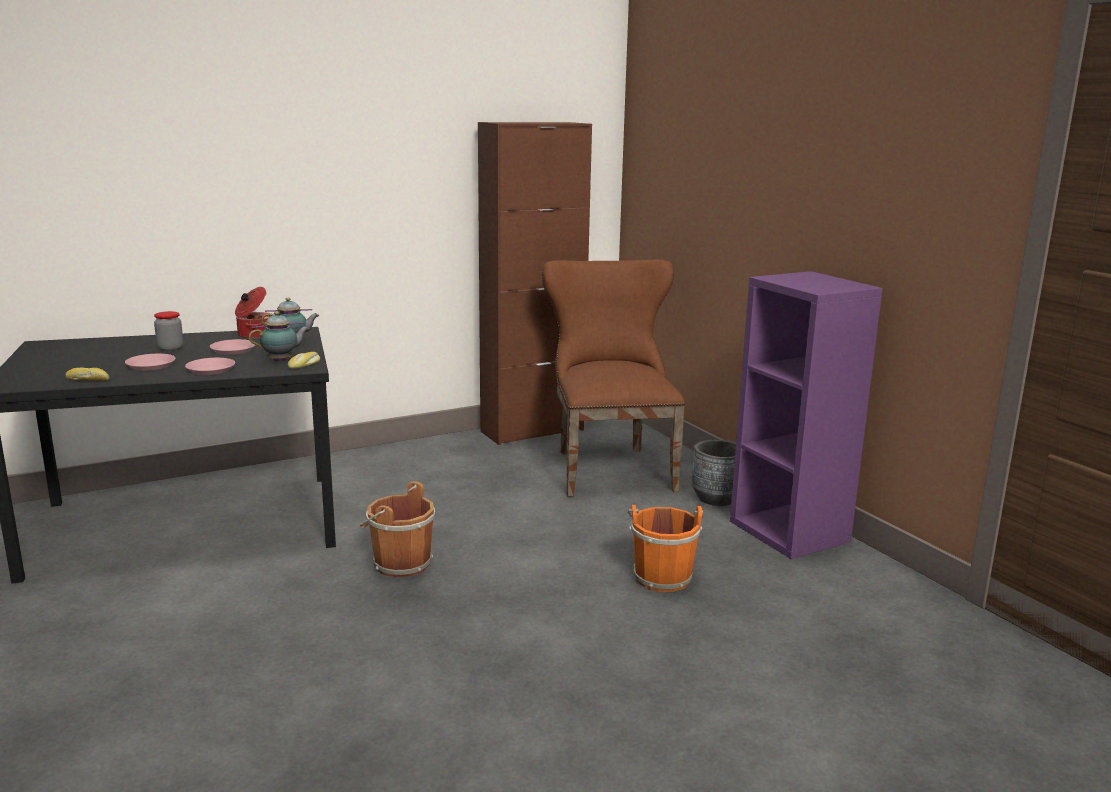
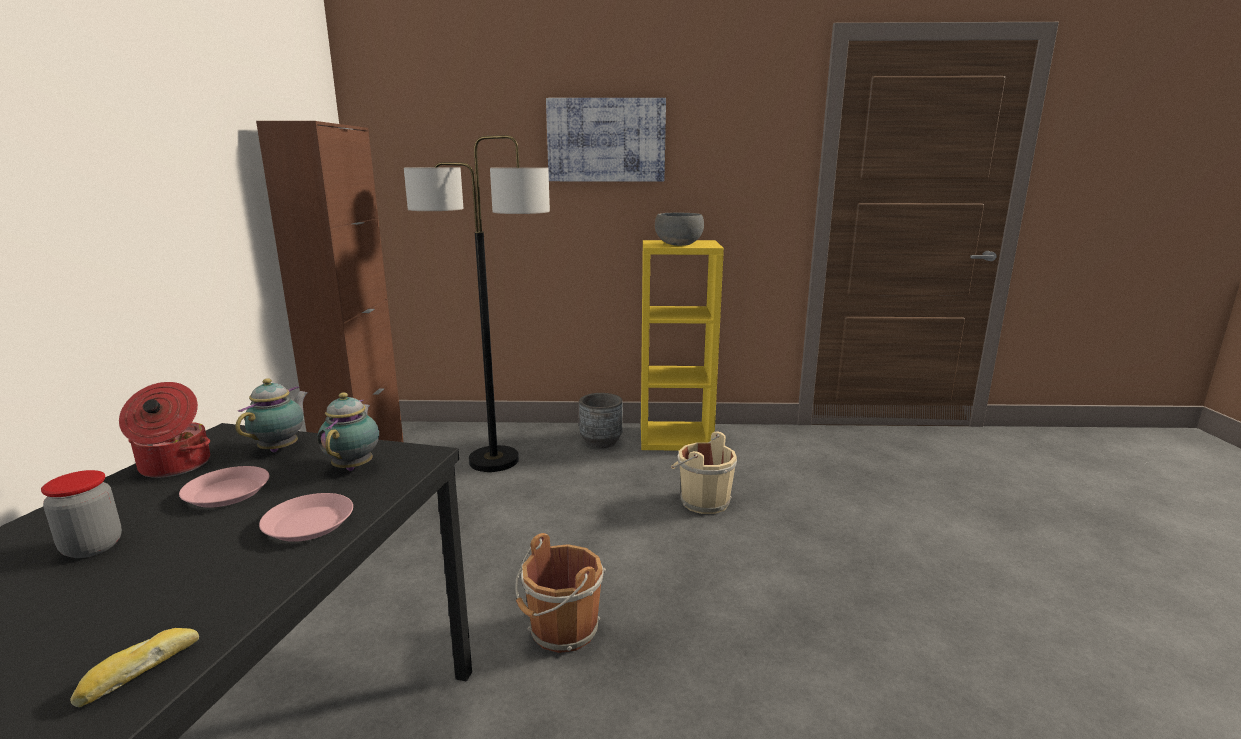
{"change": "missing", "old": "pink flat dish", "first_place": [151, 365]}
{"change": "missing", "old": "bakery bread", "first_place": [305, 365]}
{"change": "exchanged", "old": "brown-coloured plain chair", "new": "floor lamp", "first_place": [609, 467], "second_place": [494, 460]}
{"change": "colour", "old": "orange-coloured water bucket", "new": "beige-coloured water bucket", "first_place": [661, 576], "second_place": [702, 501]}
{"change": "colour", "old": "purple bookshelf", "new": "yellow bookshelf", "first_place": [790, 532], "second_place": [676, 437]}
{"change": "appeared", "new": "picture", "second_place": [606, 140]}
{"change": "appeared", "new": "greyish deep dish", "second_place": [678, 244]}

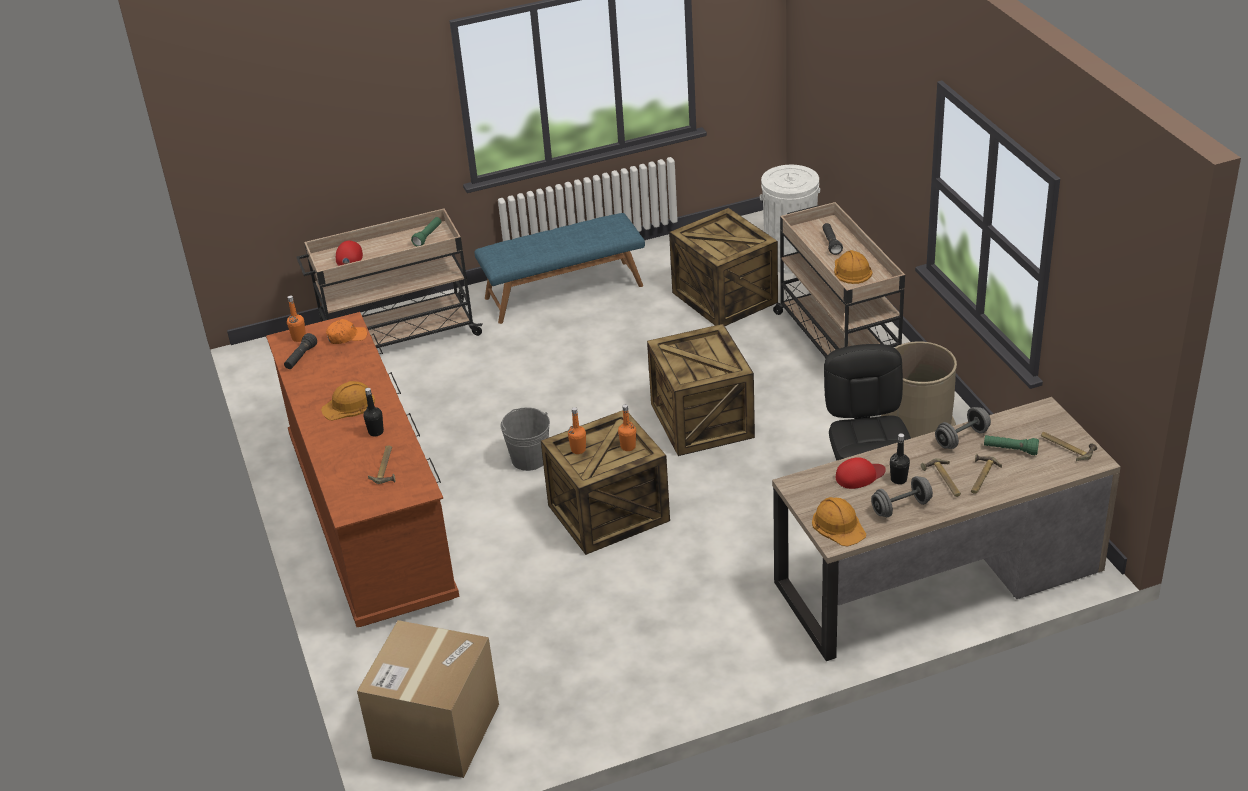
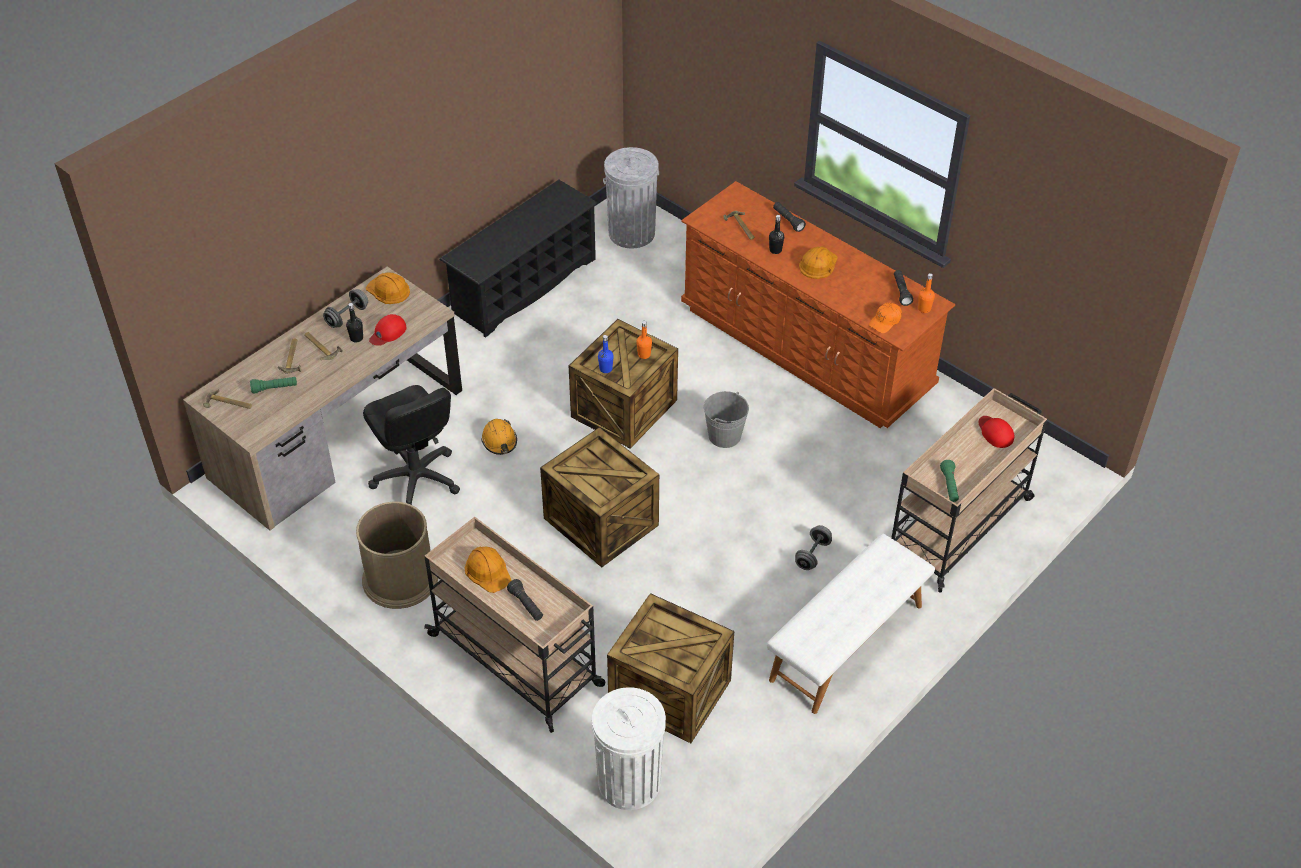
{"change": "exchanged", "old": "packing box", "new": "greyish trash can", "first_place": [436, 731], "second_place": [631, 233]}
{"change": "colour", "old": "blue-coloured indoor bench", "new": "whitish indoor bench", "first_place": [563, 291], "second_place": [847, 643]}
{"change": "colour", "old": "orange-coloured drink bottle", "new": "blue-coloured drink bottle", "first_place": [628, 447], "second_place": [606, 369]}
{"change": "relocated", "old": "greyish hand weight", "first_place": [962, 438], "second_place": [812, 555]}
{"change": "appeared", "new": "black-coloured shoe stand", "second_place": [524, 285]}
{"change": "appeared", "new": "orange-coloured work helmet", "second_place": [499, 441]}
{"change": "appeared", "new": "black-coloured torch", "second_place": [788, 221]}

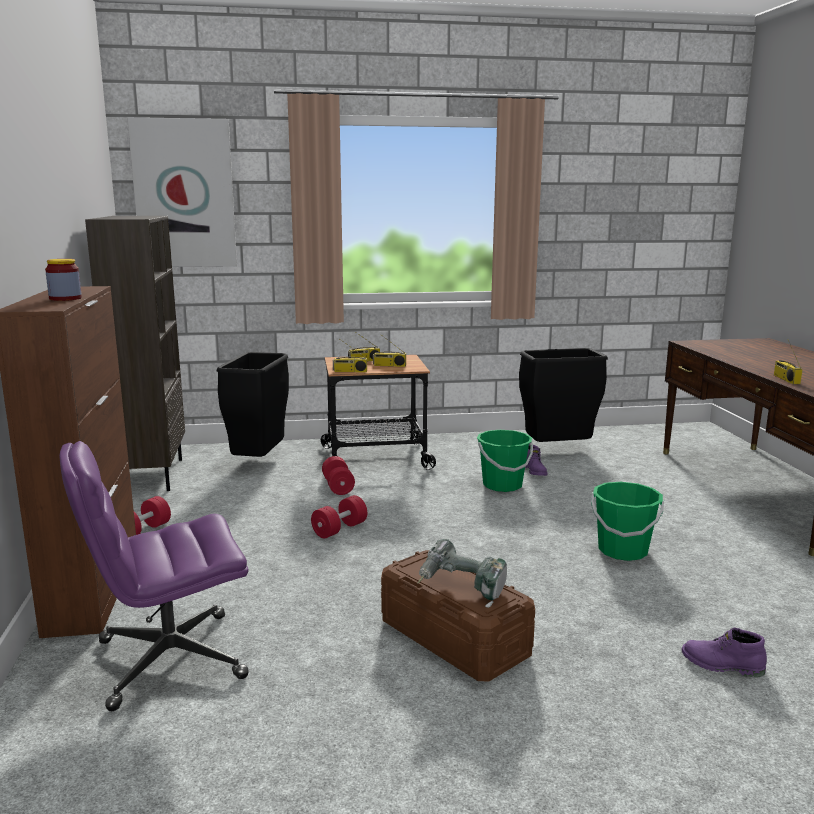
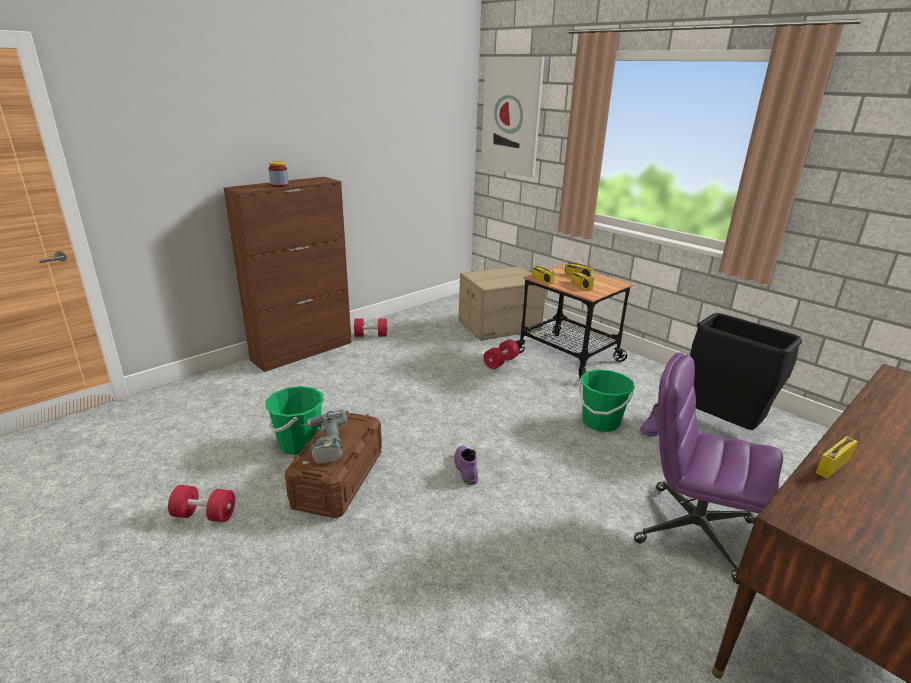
{"change": "relocated", "old": "purple office chair", "first_place": [168, 660], "second_place": [692, 531]}
{"change": "missing", "old": "brown-coloured bookshelf", "first_place": [152, 475]}
{"change": "exchanged", "old": "black-coloured trash can", "new": "packing box", "first_place": [258, 462], "second_place": [499, 325]}
{"change": "relocated", "old": "reddish hand weight", "first_place": [339, 529], "second_place": [205, 515]}
{"change": "relocated", "old": "green water bucket", "first_place": [622, 550], "second_place": [299, 443]}
{"change": "relocated", "old": "purple tall boot", "first_place": [721, 665], "second_place": [465, 468]}

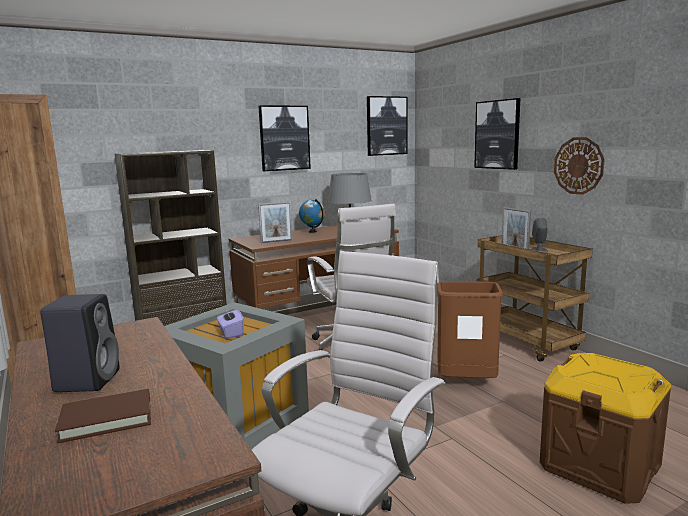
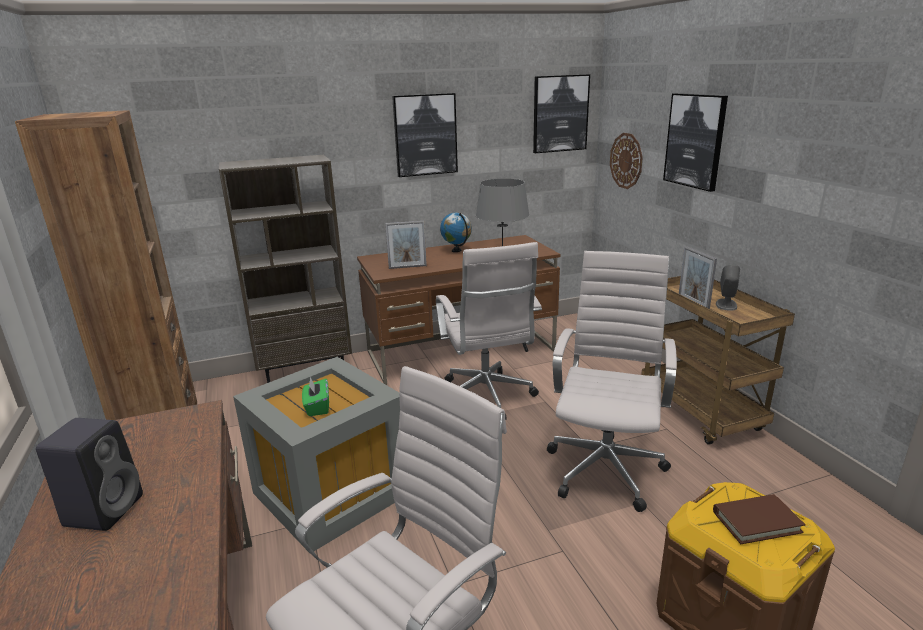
{"change": "relocated", "old": "brown-coloured volume", "first_place": [107, 419], "second_place": [756, 522]}
{"change": "colour", "old": "purple tissue holder", "new": "green tissue holder", "first_place": [231, 333], "second_place": [317, 407]}
{"change": "exchanged", "old": "brown-coloured trash can", "new": "whitish office chair", "first_place": [466, 382], "second_place": [605, 467]}
{"change": "relocated", "old": "wall clock", "first_place": [578, 165], "second_place": [626, 161]}

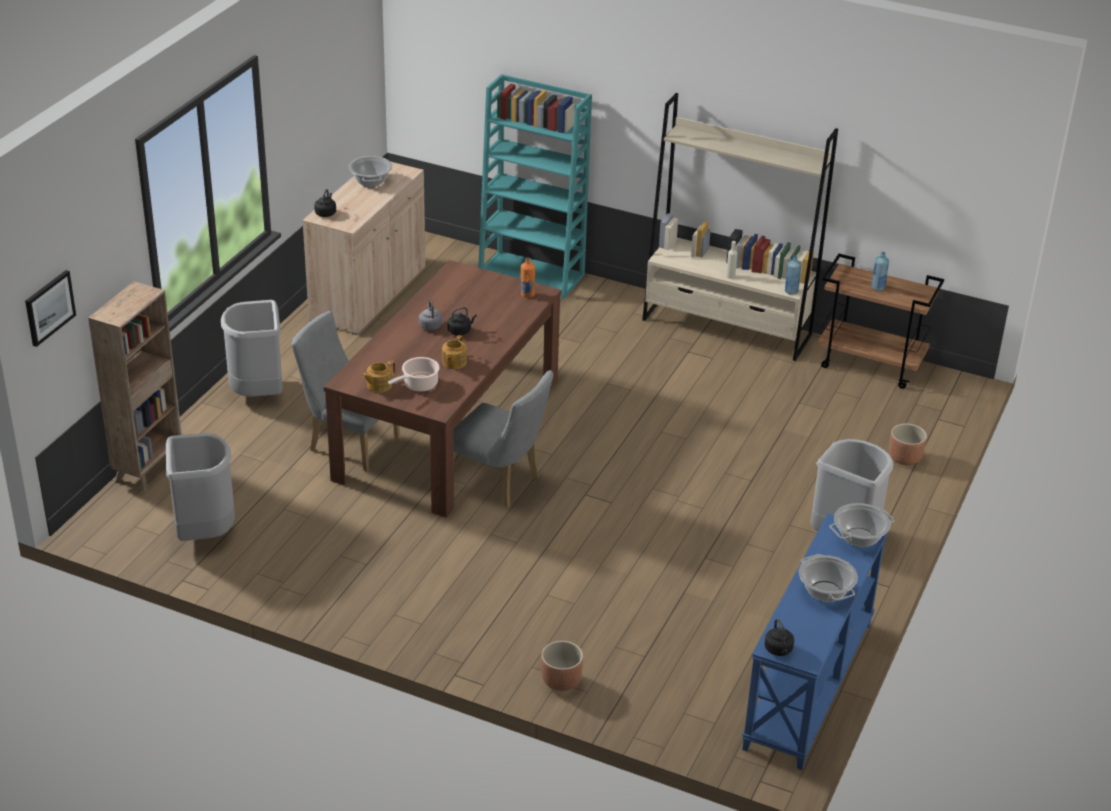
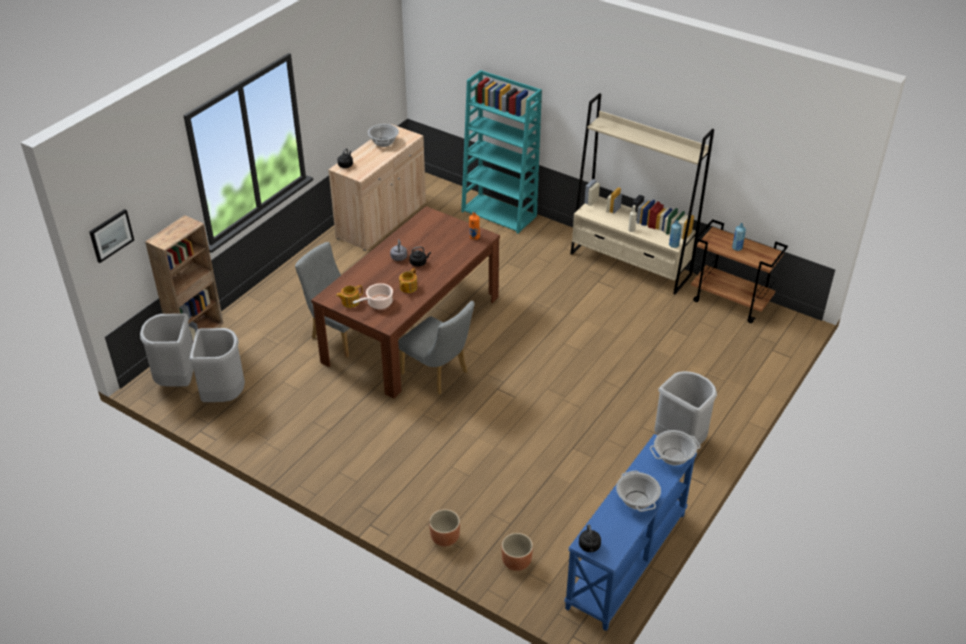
{"change": "relocated", "old": "greyish trash can", "first_place": [258, 394], "second_place": [177, 381]}
{"change": "relocated", "old": "brown-coloured flower pot", "first_place": [904, 458], "second_place": [516, 562]}

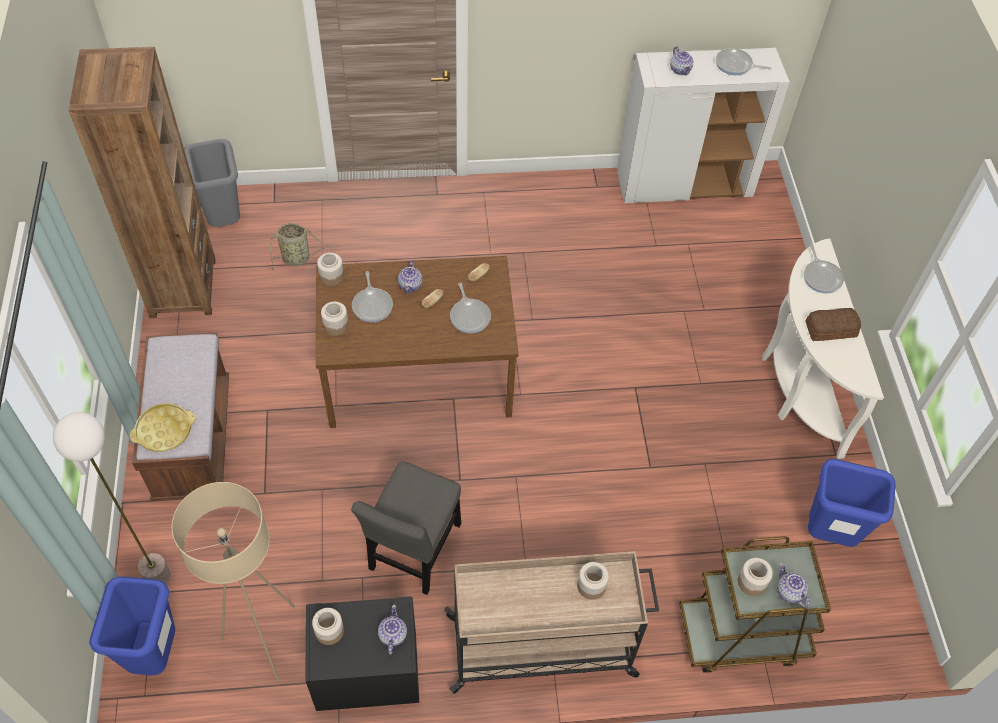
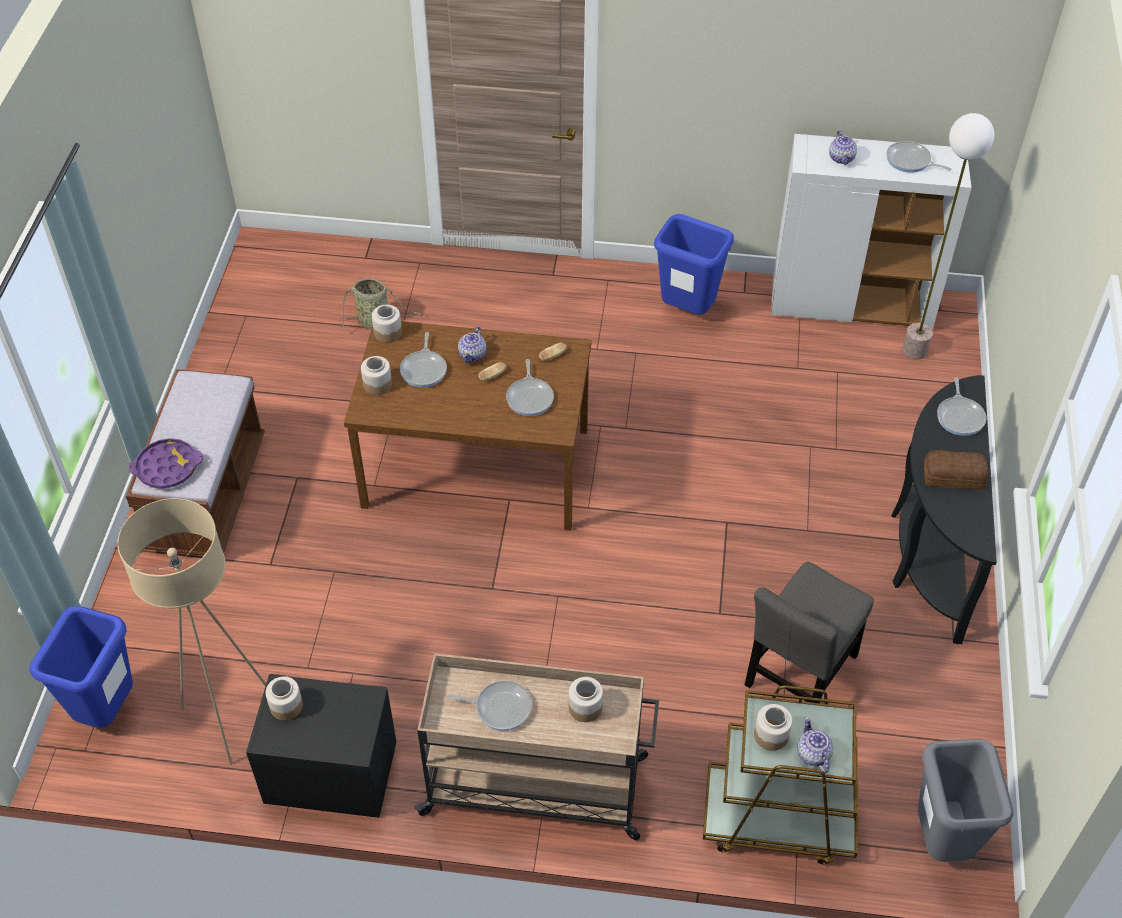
{"change": "relocated", "old": "floor lamp", "first_place": [157, 576], "second_place": [914, 350]}
{"change": "missing", "old": "brown-coloured bookshelf", "first_place": [182, 288]}
{"change": "colour", "old": "yellow carrying tray", "new": "purple carrying tray", "first_place": [164, 430], "second_place": [167, 467]}
{"change": "relocated", "old": "greyish trash can", "first_place": [225, 221], "second_place": [941, 842]}
{"change": "relocated", "old": "greyish plain chair", "first_place": [413, 551], "second_place": [799, 676]}
{"change": "missing", "old": "teapot", "first_place": [392, 635]}
{"change": "colour", "old": "whitish narrow table", "new": "black-coloured narrow table", "first_place": [797, 385], "second_place": [927, 551]}
{"change": "relocated", "old": "blue-coloured trash can", "first_place": [829, 535], "second_place": [688, 311]}
{"change": "appeared", "new": "pan", "second_place": [500, 707]}

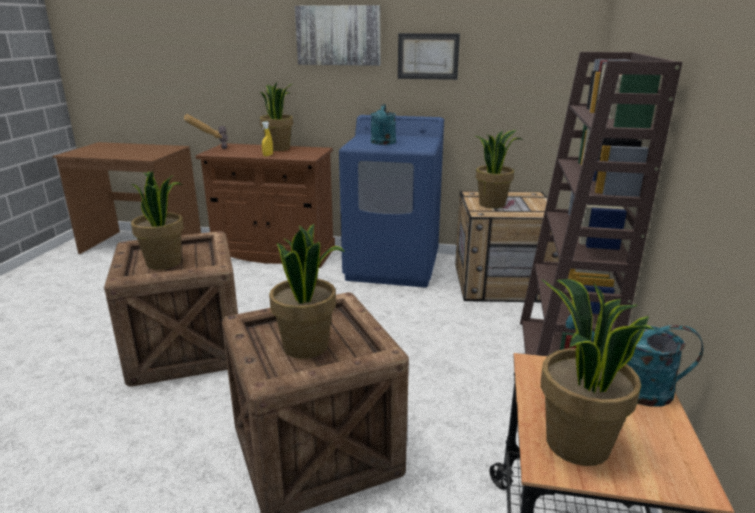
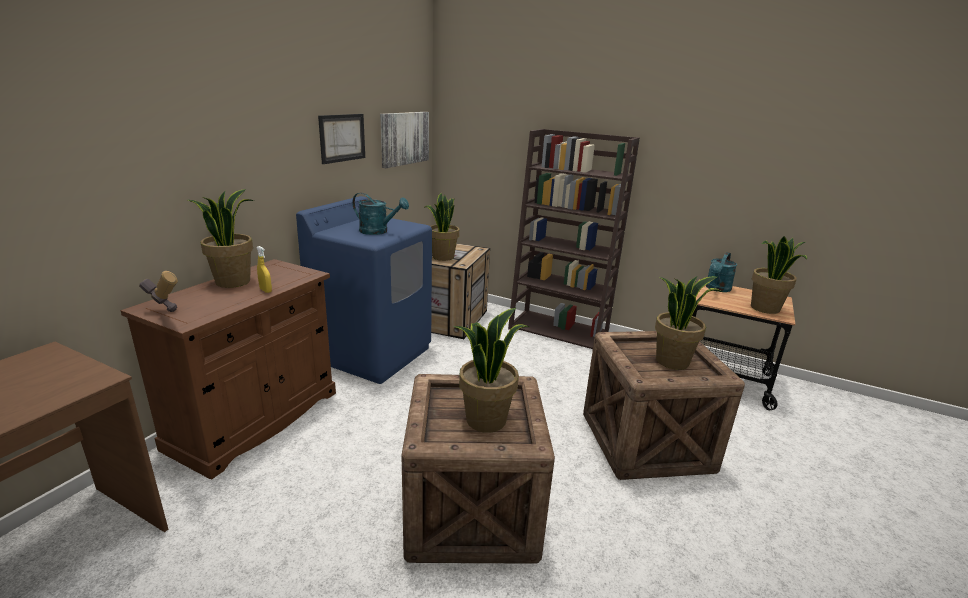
{"change": "relocated", "old": "picture", "first_place": [338, 35], "second_place": [404, 138]}

